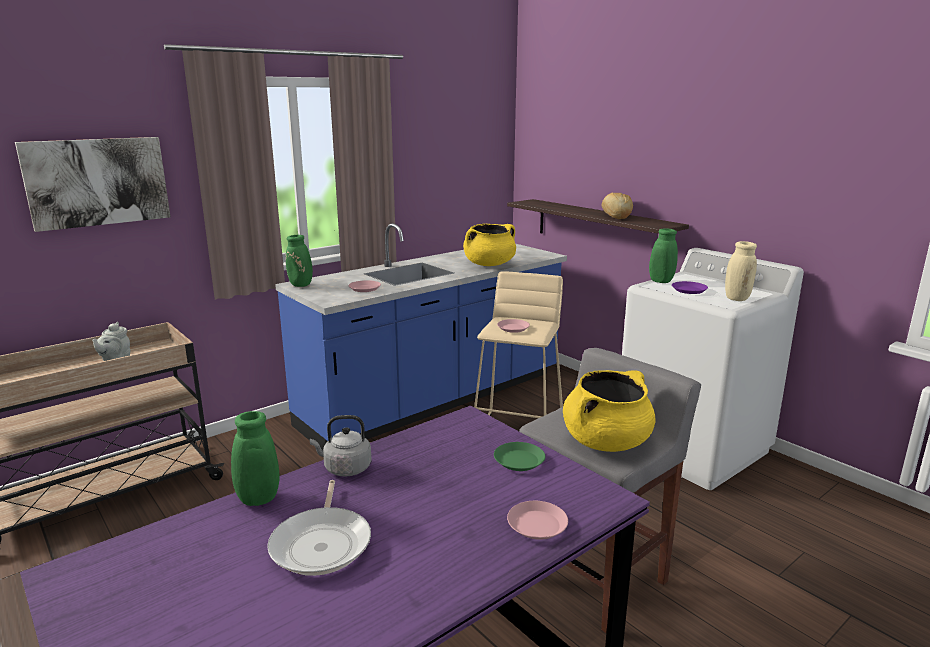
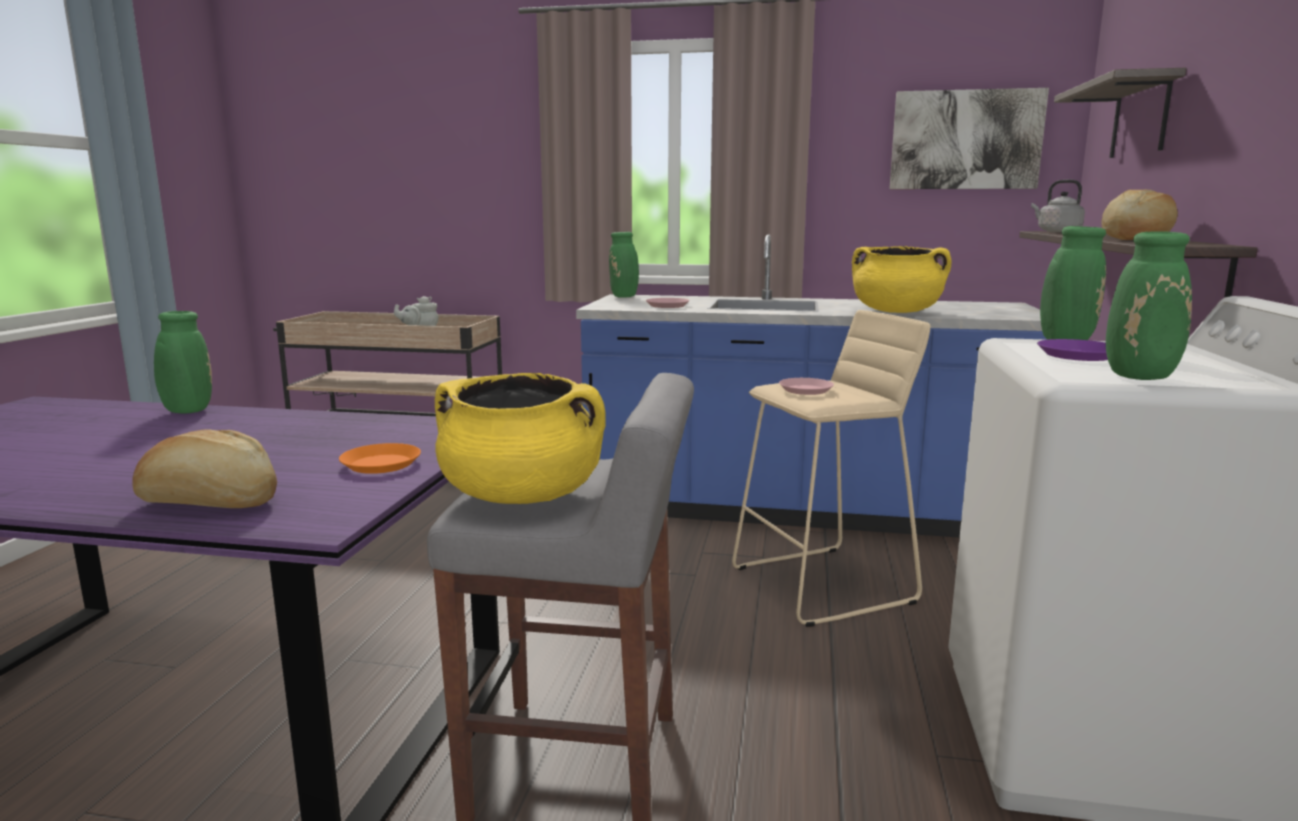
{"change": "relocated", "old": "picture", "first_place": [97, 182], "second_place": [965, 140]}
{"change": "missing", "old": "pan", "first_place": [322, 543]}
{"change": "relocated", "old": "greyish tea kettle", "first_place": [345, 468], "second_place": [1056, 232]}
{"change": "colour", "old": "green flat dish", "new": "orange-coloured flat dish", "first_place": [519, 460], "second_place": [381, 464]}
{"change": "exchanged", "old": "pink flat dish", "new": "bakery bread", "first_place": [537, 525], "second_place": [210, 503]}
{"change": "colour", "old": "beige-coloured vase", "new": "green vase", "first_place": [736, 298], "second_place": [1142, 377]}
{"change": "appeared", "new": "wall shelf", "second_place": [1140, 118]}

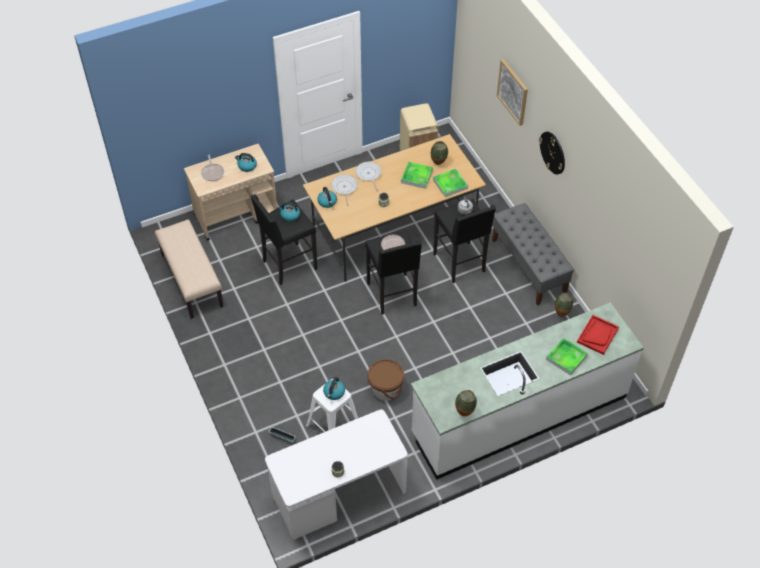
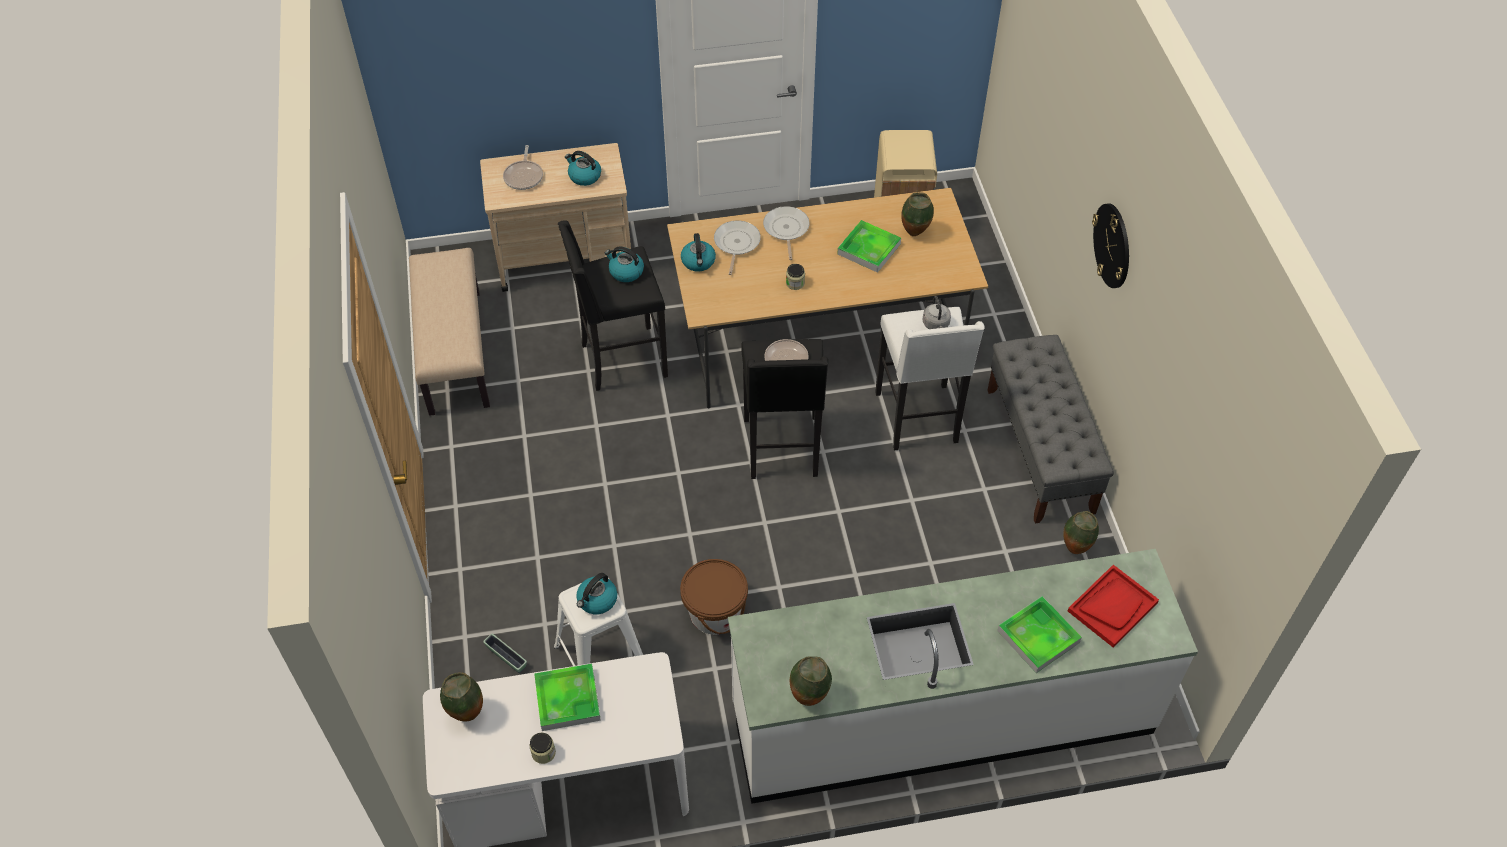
{"change": "relocated", "old": "carrying tray", "first_place": [450, 184], "second_place": [567, 699]}
{"change": "colour", "old": "black-coloured stool seat", "new": "whitish stool seat", "first_place": [460, 263], "second_place": [918, 419]}
{"change": "missing", "old": "picture", "first_place": [513, 92]}
{"change": "appeared", "new": "vase", "second_place": [467, 715]}

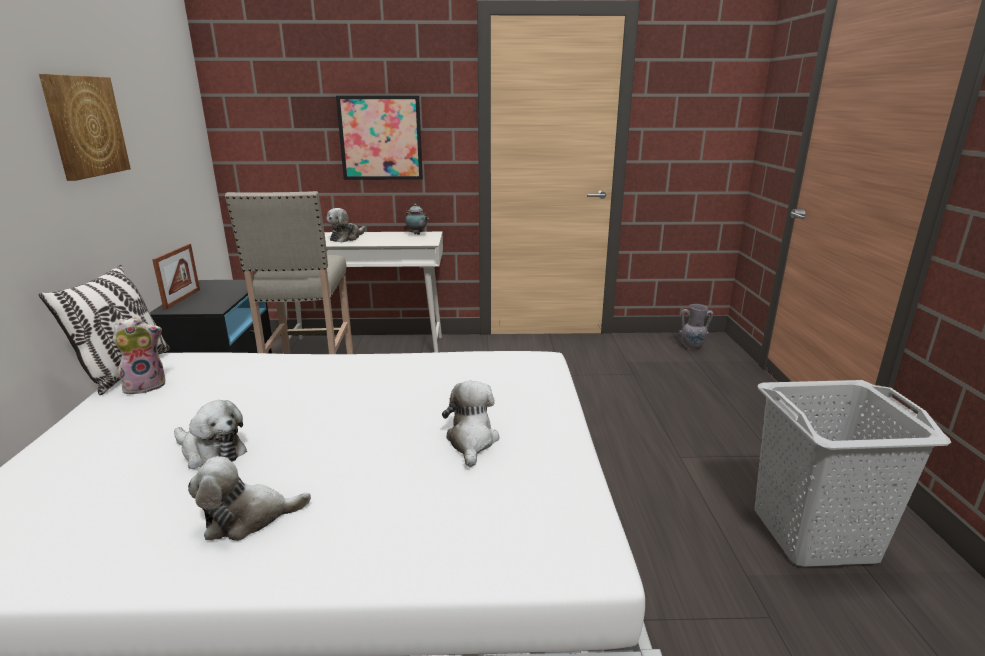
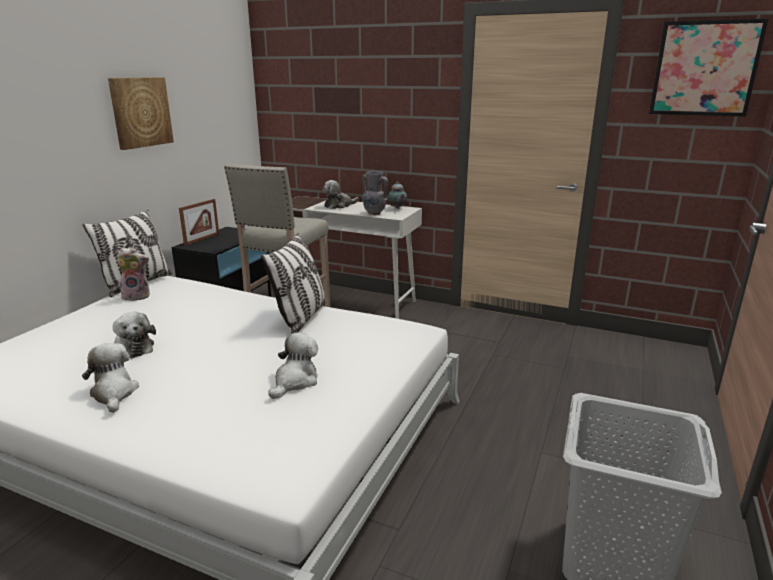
{"change": "spun", "old": "soft toy", "first_place": [248, 518], "second_place": [114, 393], "degrees": 60}
{"change": "relocated", "old": "picture", "first_place": [381, 138], "second_place": [704, 69]}
{"change": "relocated", "old": "greyish vase", "first_place": [692, 347], "second_place": [374, 213]}
{"change": "appeared", "new": "pillow", "second_place": [300, 318]}

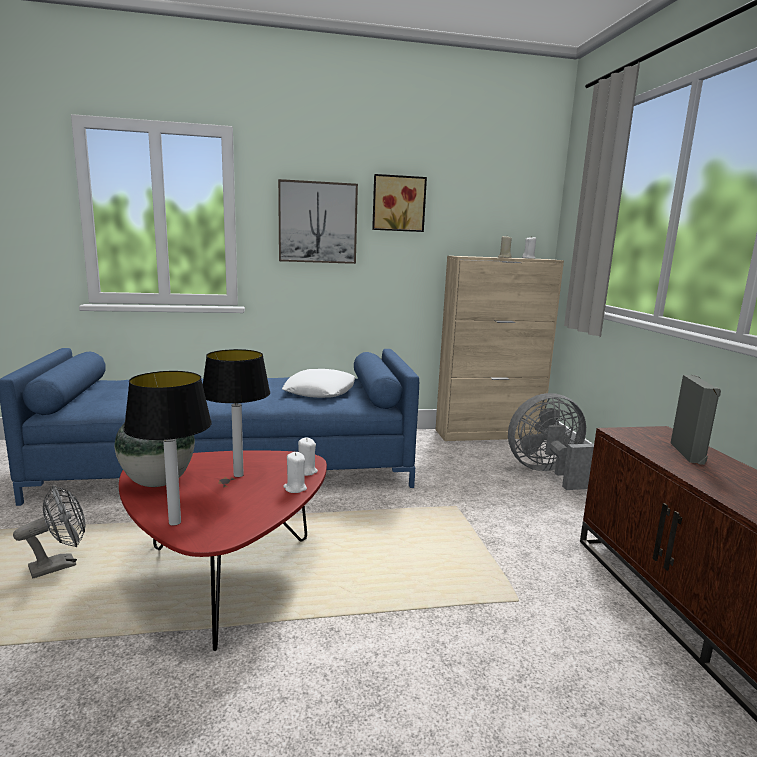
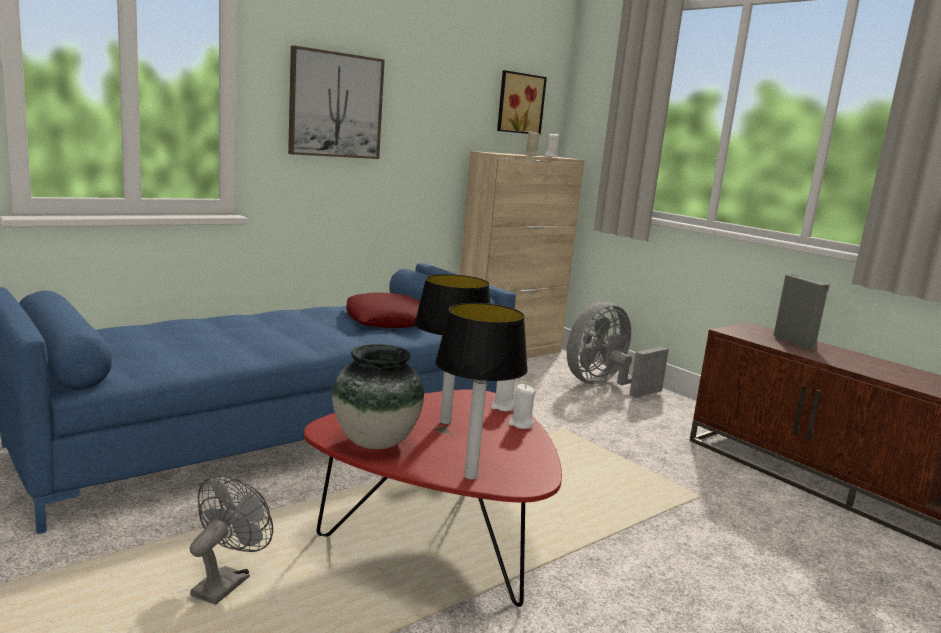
{"change": "colour", "old": "whitish pillow", "new": "reddish pillow", "first_place": [320, 391], "second_place": [385, 320]}
{"change": "relocated", "old": "picture", "first_place": [398, 203], "second_place": [519, 103]}

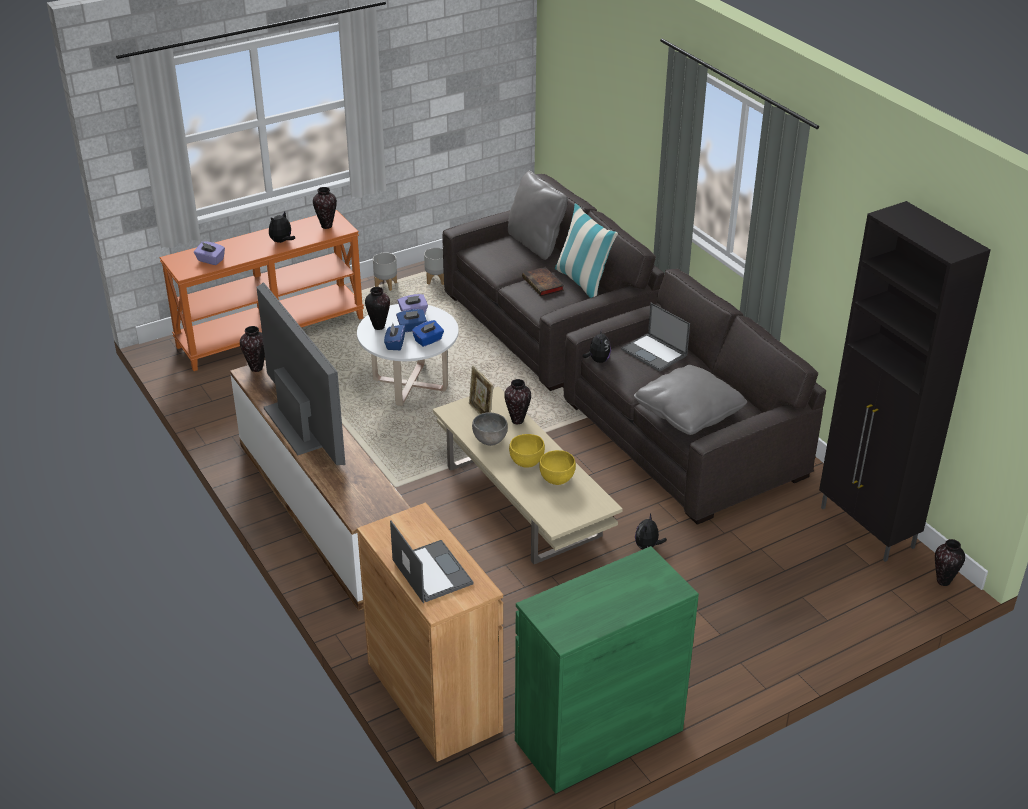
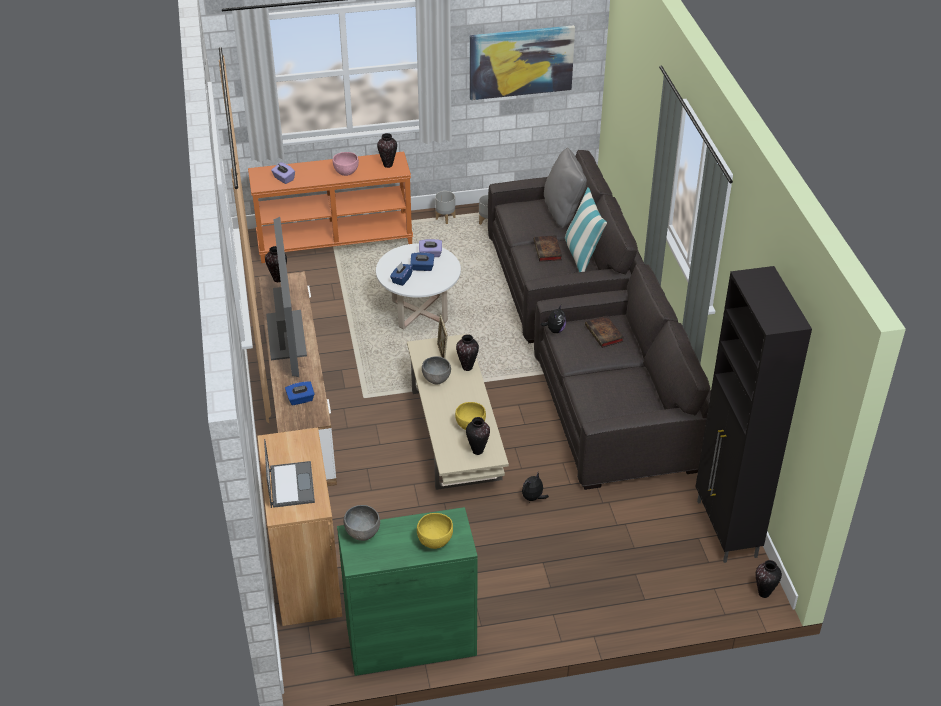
{"change": "exchanged", "old": "soft toy", "new": "pink deep dish", "first_place": [282, 242], "second_place": [346, 172]}
{"change": "relocated", "old": "vase", "first_place": [378, 326], "second_place": [477, 450]}
{"change": "relocated", "old": "blue-coloured tissue holder", "first_place": [428, 340], "second_place": [300, 399]}
{"change": "relocated", "old": "yellow deep dish", "first_place": [526, 462], "second_place": [435, 541]}
{"change": "exchanged", "old": "notebook computer", "new": "volume", "first_place": [655, 353], "second_place": [605, 334]}
{"change": "missing", "old": "greyish pillow", "first_place": [688, 412]}
{"change": "appeared", "new": "greyish deep dish", "second_place": [363, 534]}
{"change": "appeared", "new": "picture", "second_place": [521, 62]}

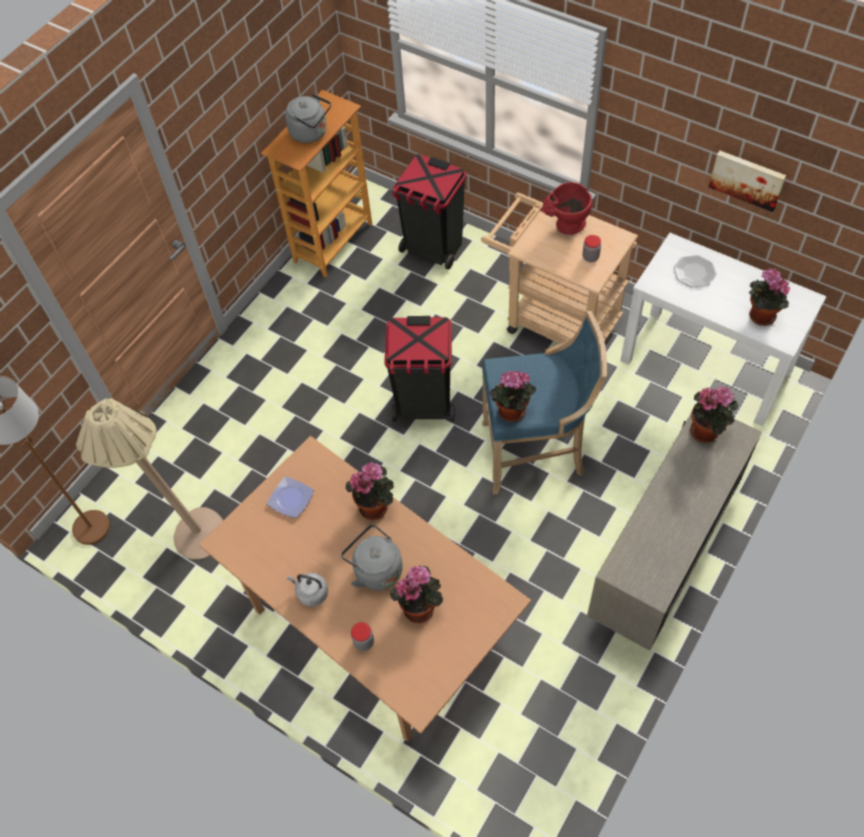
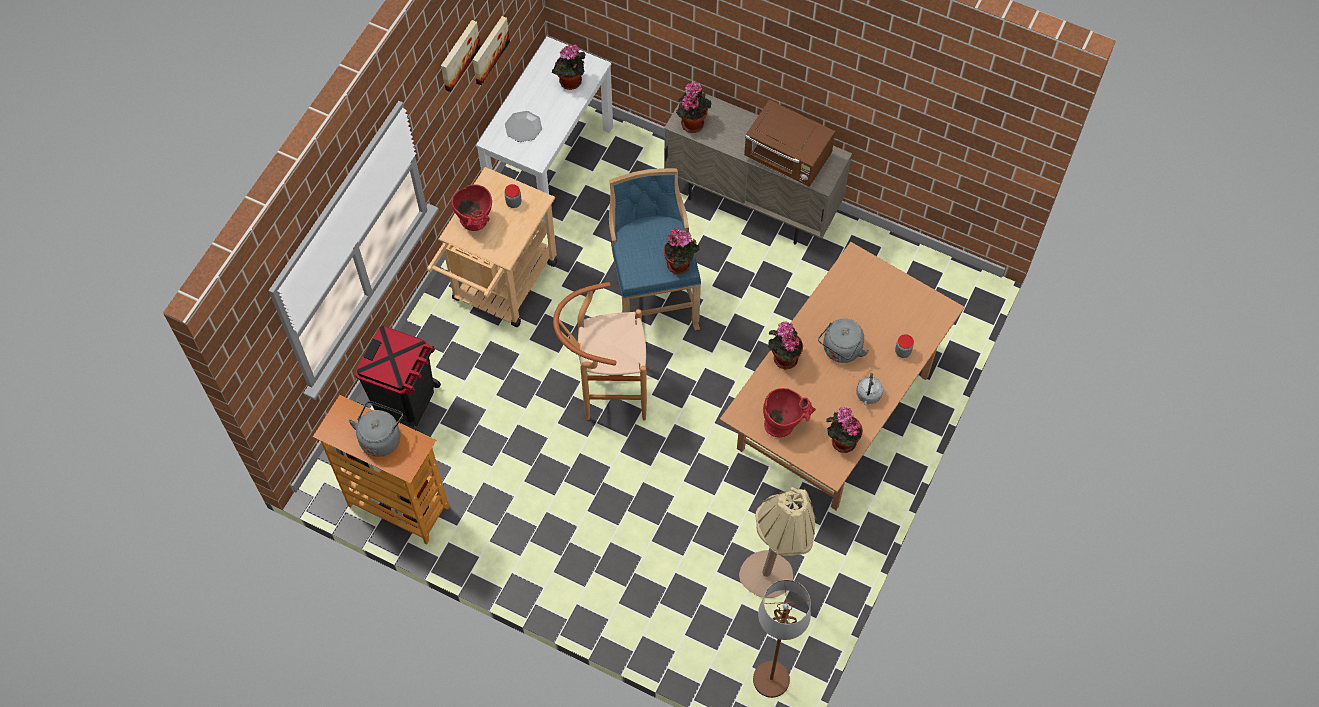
{"change": "exchanged", "old": "flat dish", "new": "reddish vase", "first_place": [292, 498], "second_place": [784, 423]}
{"change": "exchanged", "old": "black-coloured trash can", "new": "brown-coloured stool seat", "first_place": [424, 404], "second_place": [606, 394]}
{"change": "relocated", "old": "plant in a pot", "first_place": [420, 606], "second_place": [841, 441]}
{"change": "appeared", "new": "picture", "second_place": [458, 55]}
{"change": "appeared", "new": "brown-coloured microwave", "second_place": [788, 159]}

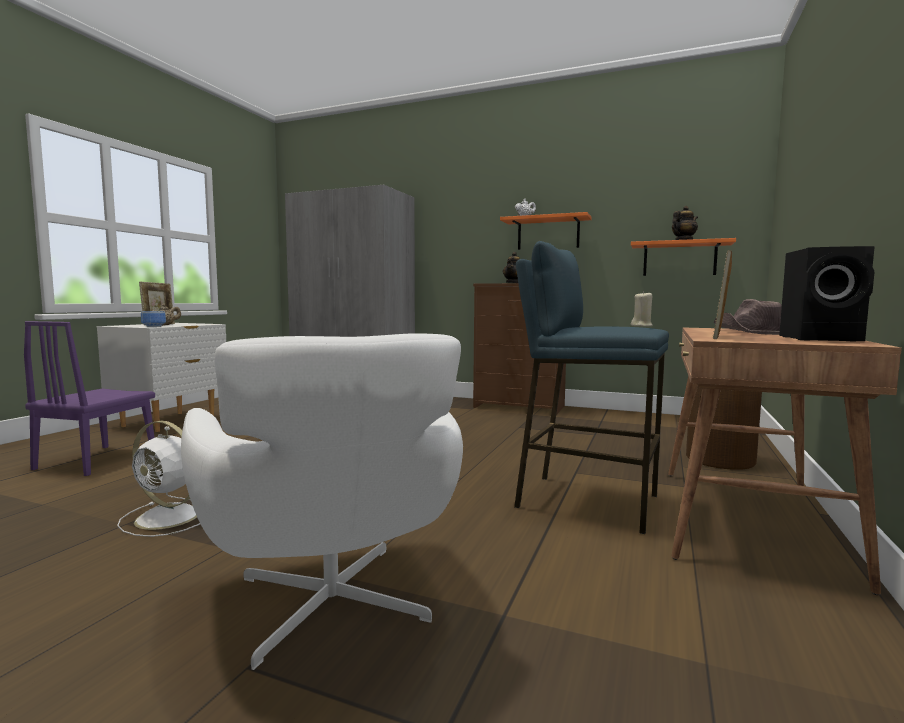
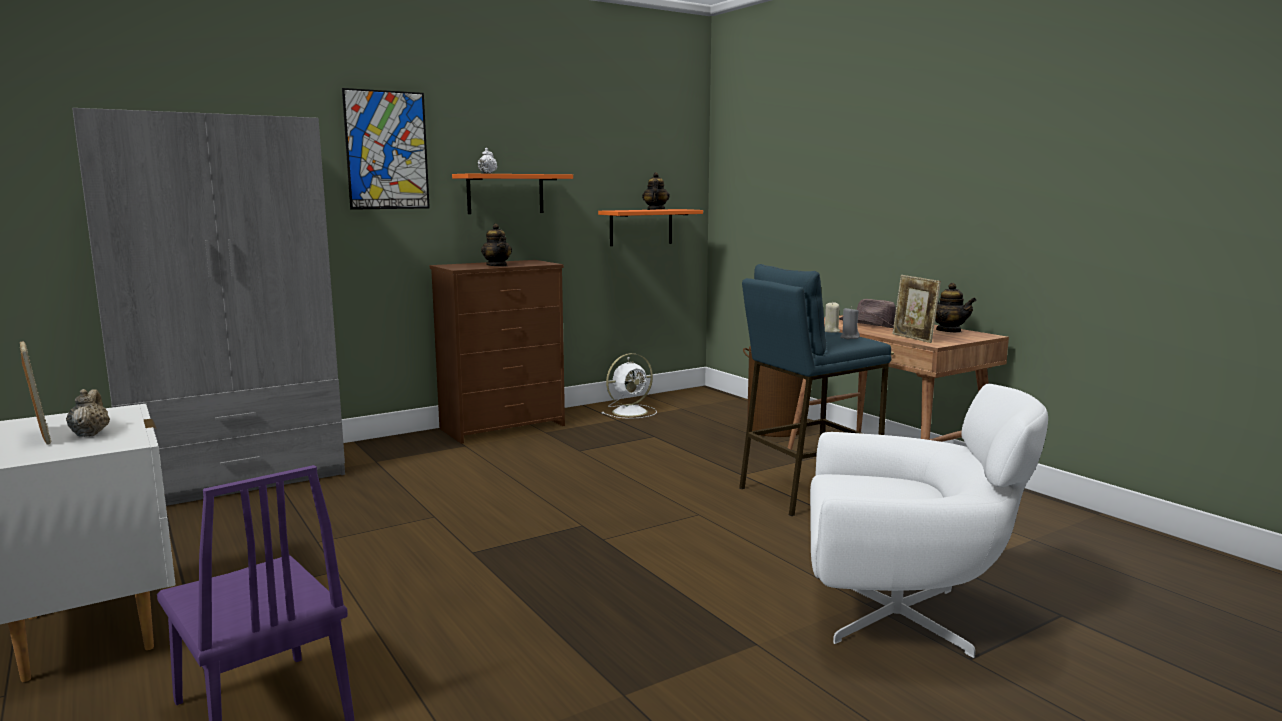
{"change": "relocated", "old": "whitish cooling fan", "first_place": [170, 517], "second_place": [631, 411]}
{"change": "missing", "old": "deep dish", "first_place": [154, 326]}
{"change": "exchanged", "old": "black-coloured audio speaker", "new": "teapot", "first_place": [822, 339], "second_place": [948, 331]}
{"change": "appeared", "new": "picture", "second_place": [387, 150]}
{"change": "appeared", "new": "greyish wax light", "second_place": [849, 337]}

